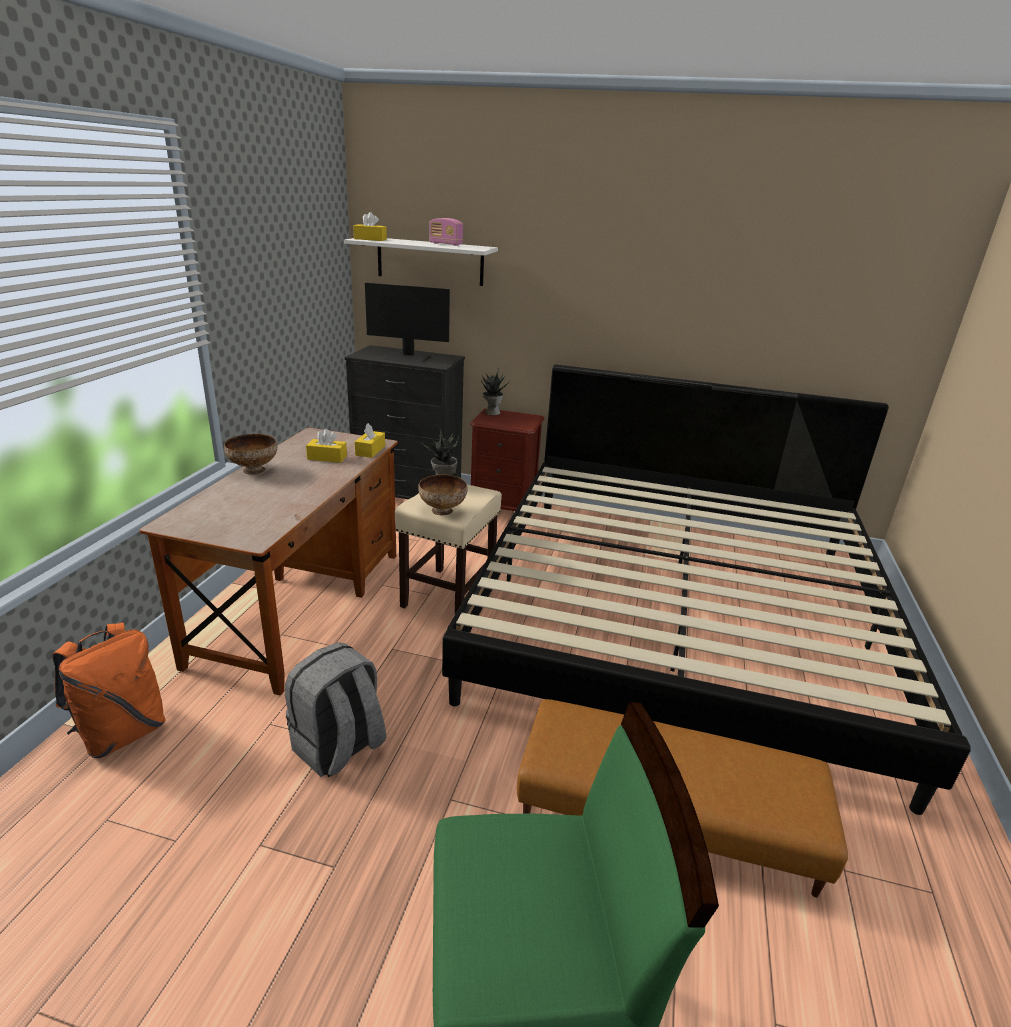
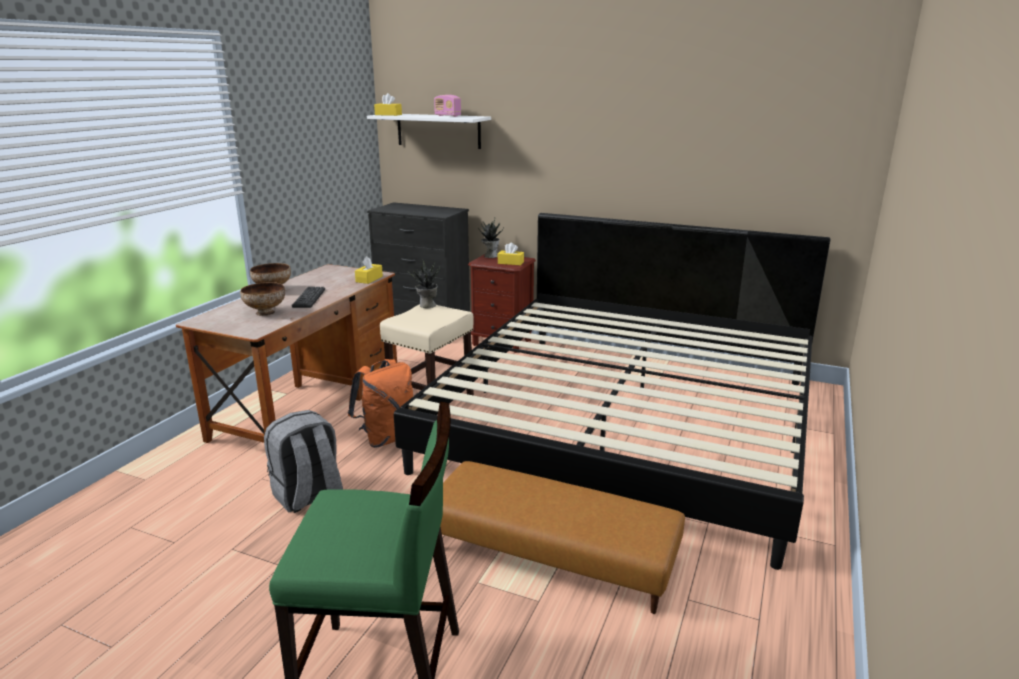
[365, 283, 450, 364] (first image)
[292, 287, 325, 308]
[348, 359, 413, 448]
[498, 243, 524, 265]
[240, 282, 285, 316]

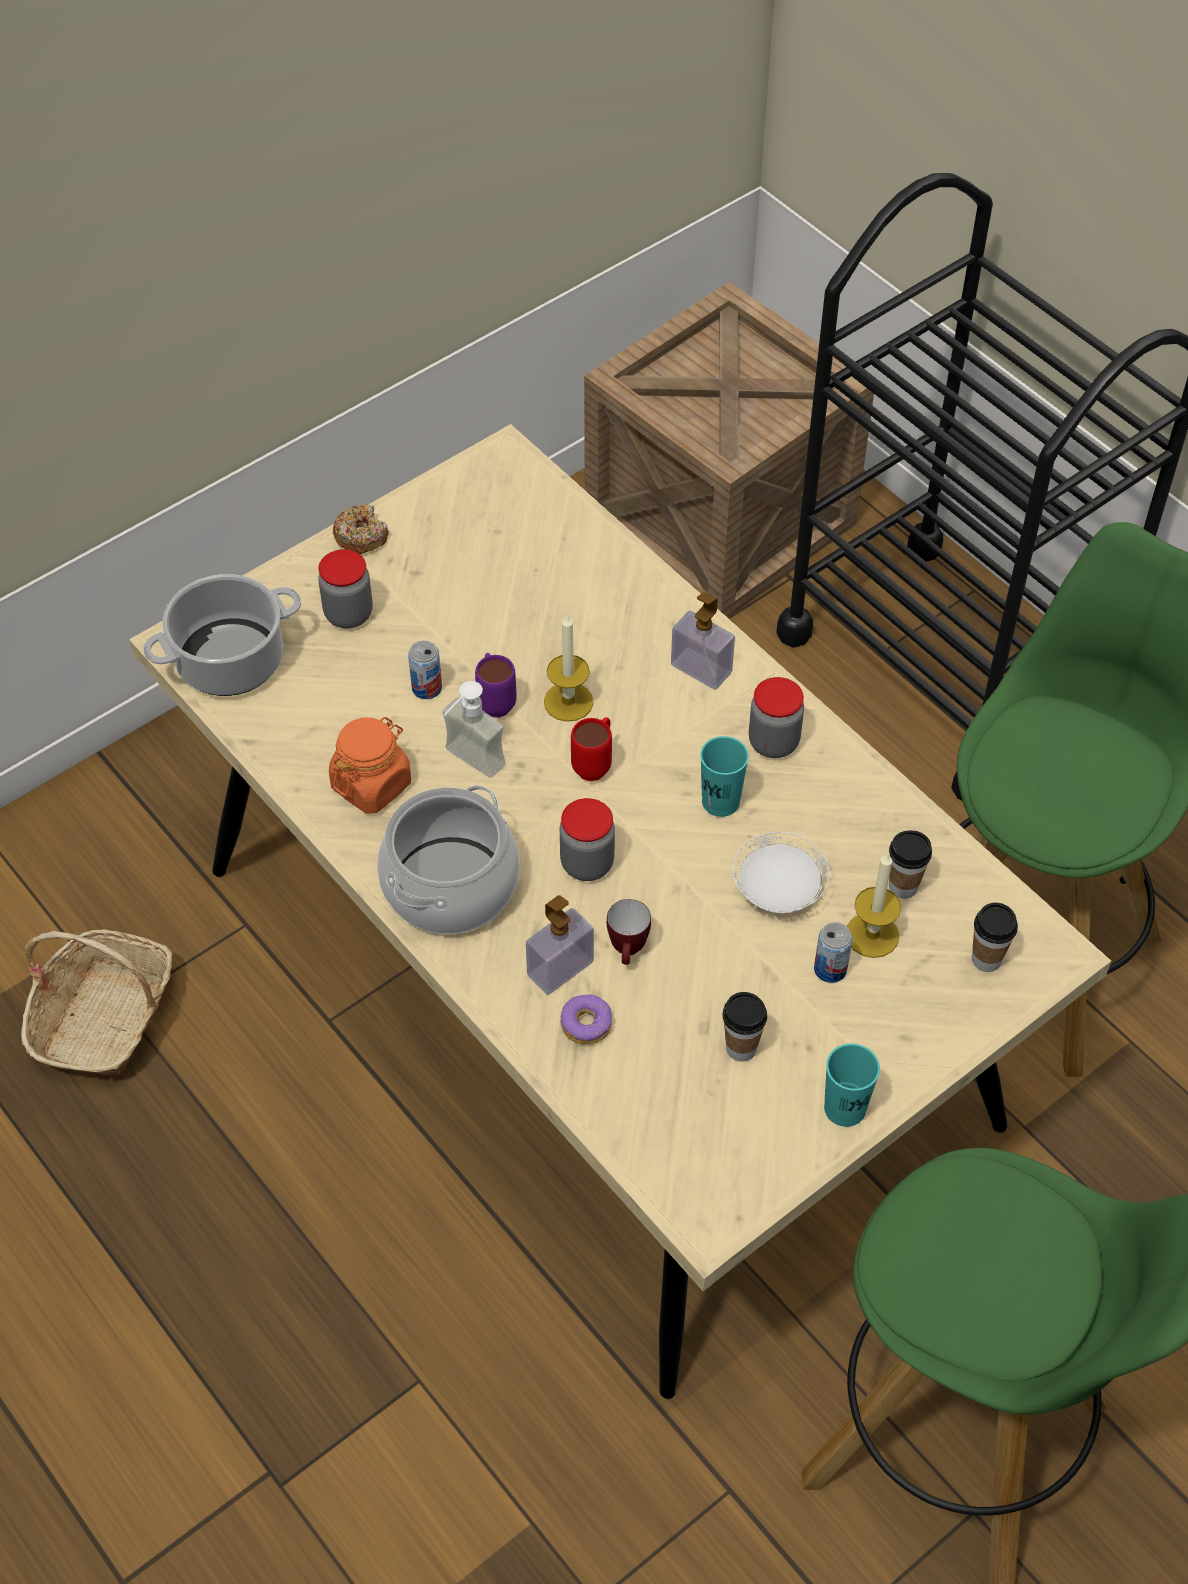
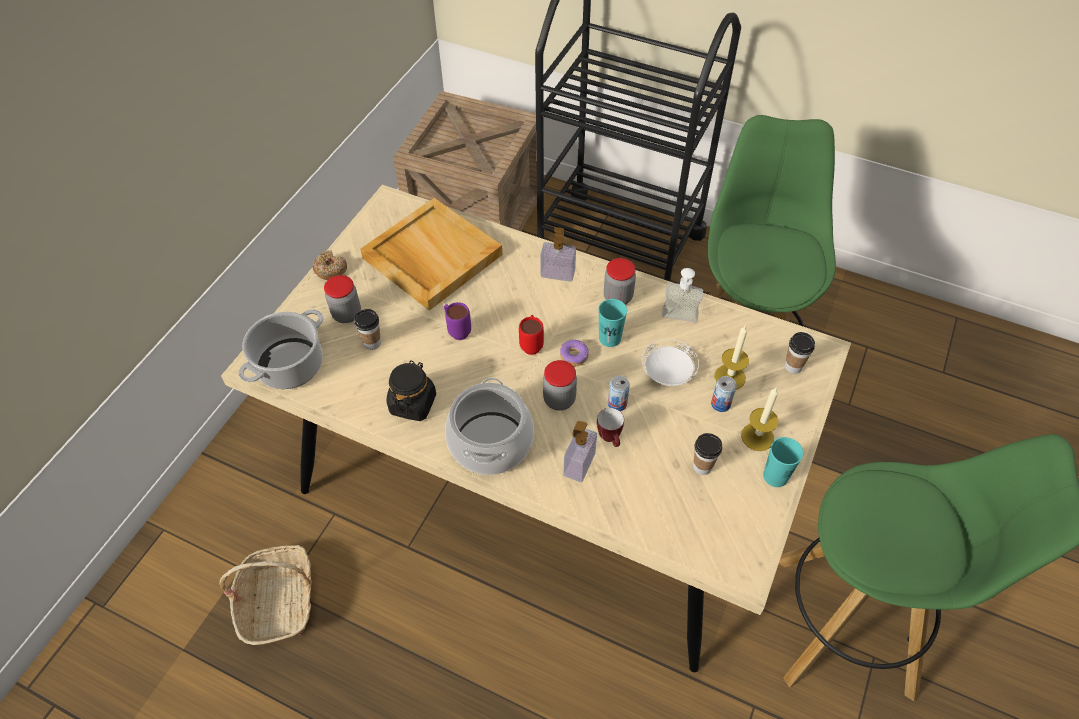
[360, 198, 502, 311]
[608, 375, 630, 411]
[662, 268, 703, 323]
[741, 388, 779, 451]
[560, 340, 589, 366]
[354, 309, 381, 350]
[386, 361, 436, 421]

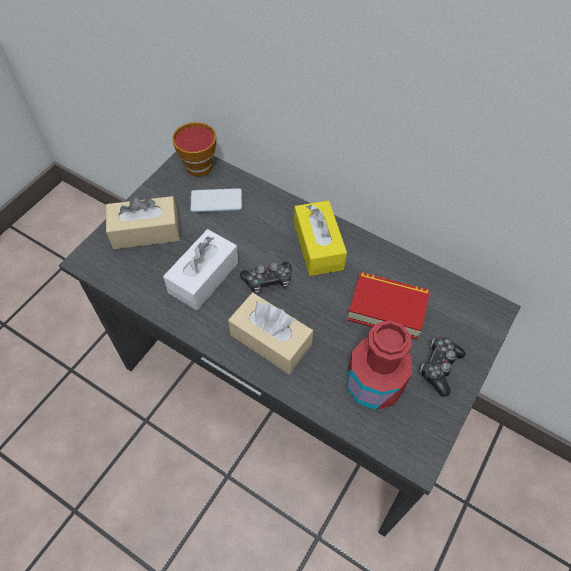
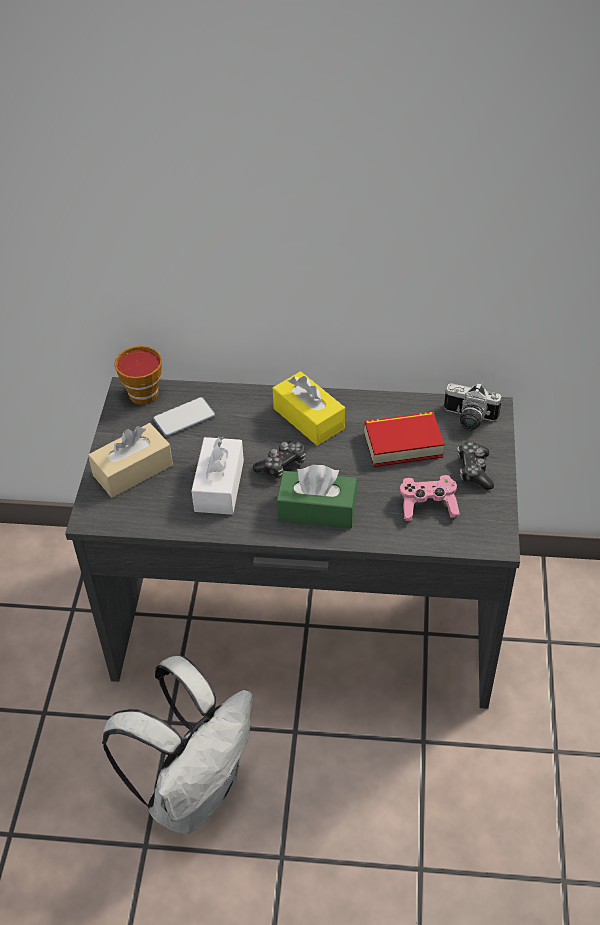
[102, 656, 253, 835]
[444, 382, 501, 431]
[400, 475, 460, 521]
[277, 465, 357, 528]

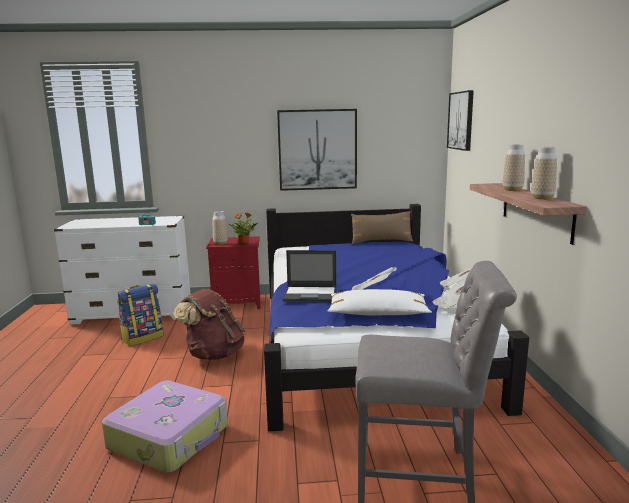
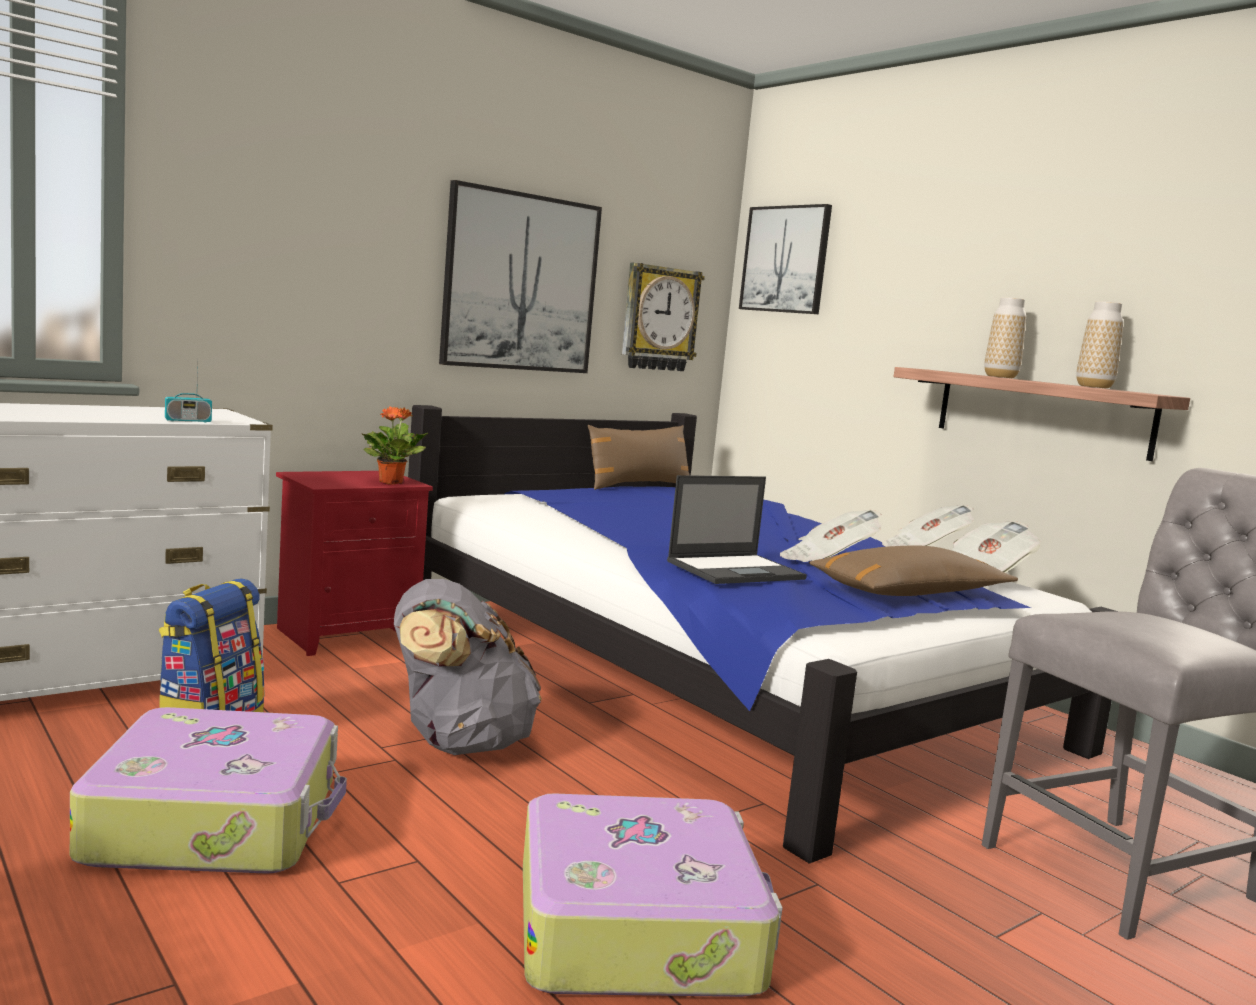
[213, 211, 228, 245] (first image)
[70, 707, 347, 874]
[622, 262, 705, 371]
[394, 579, 542, 755]
[809, 546, 1018, 596]

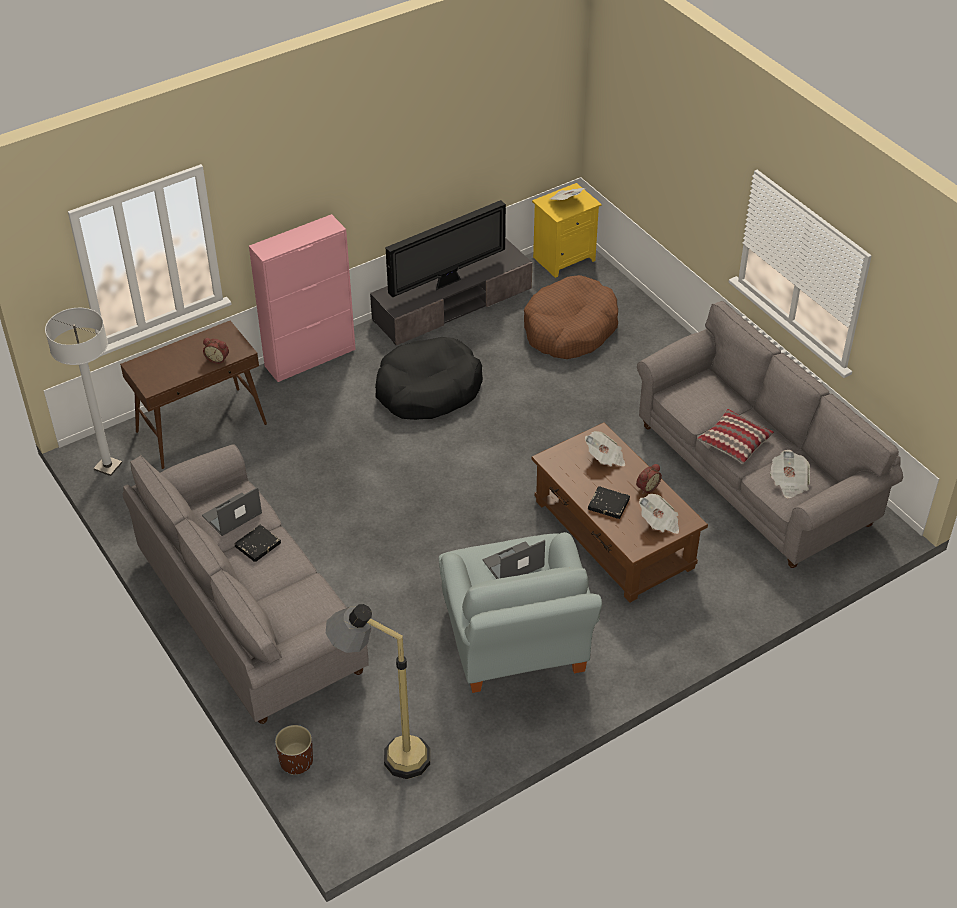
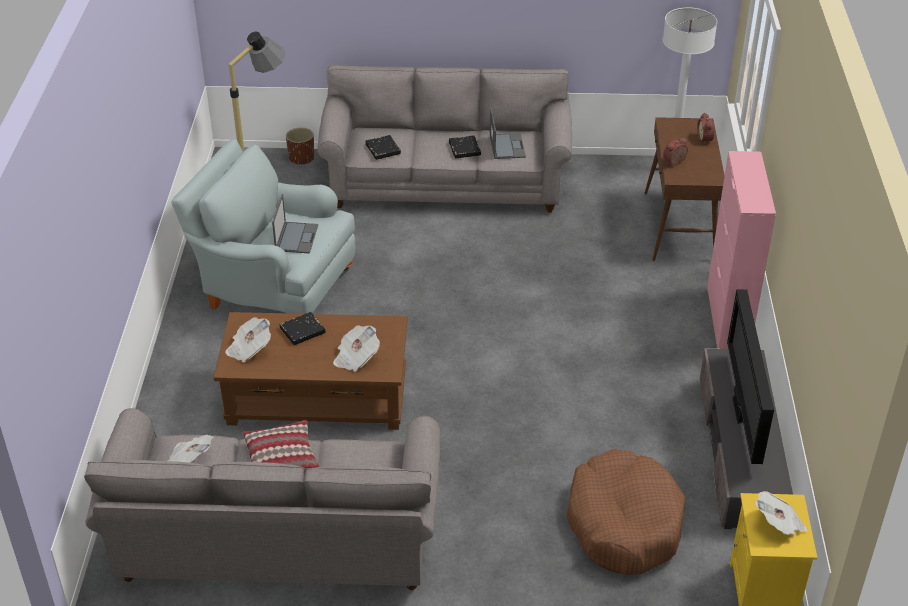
[375, 337, 483, 420] (first image)
[365, 135, 401, 160]
[697, 112, 714, 145]

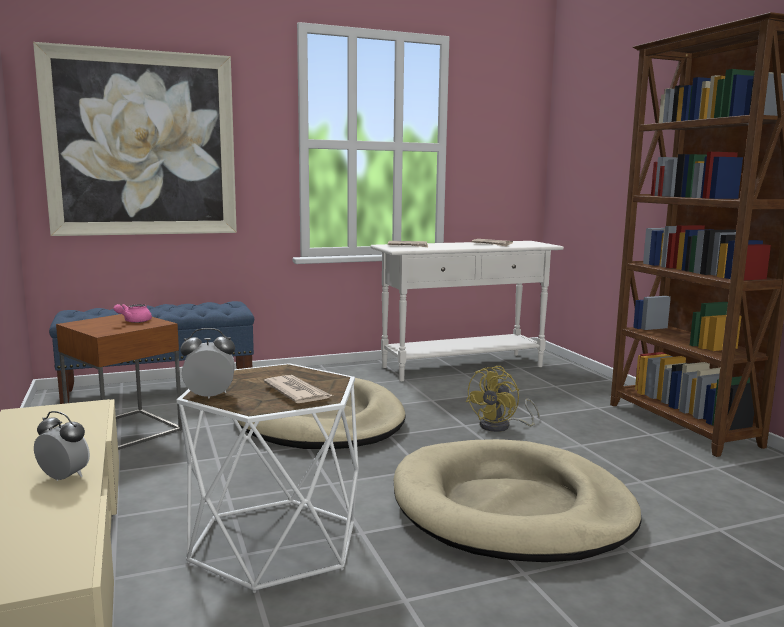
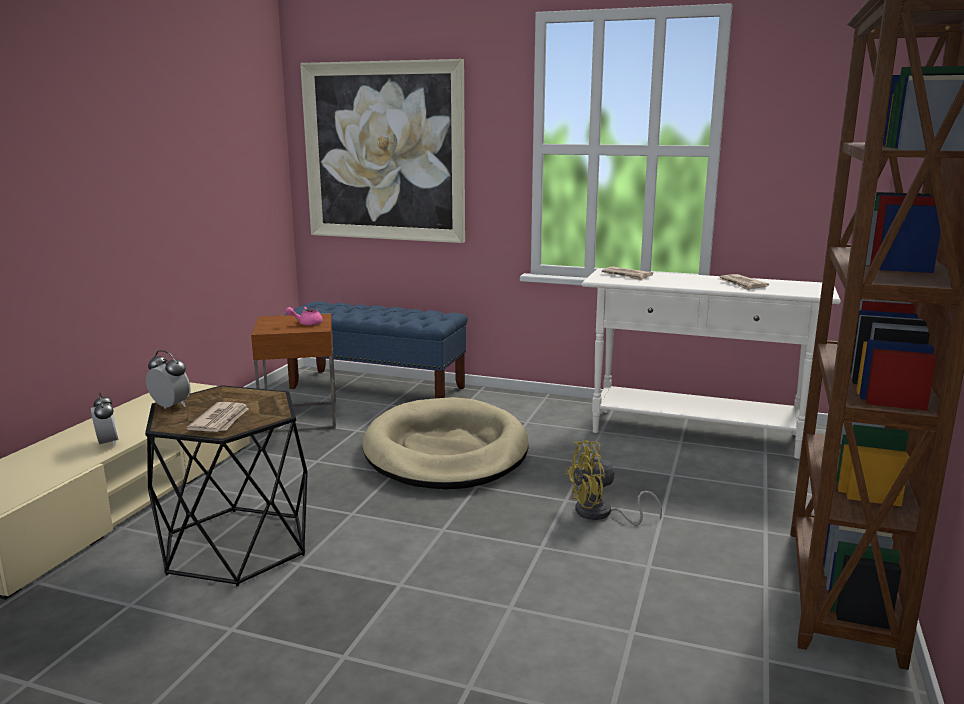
[394, 439, 642, 562] (first image)
[145, 385, 308, 586]

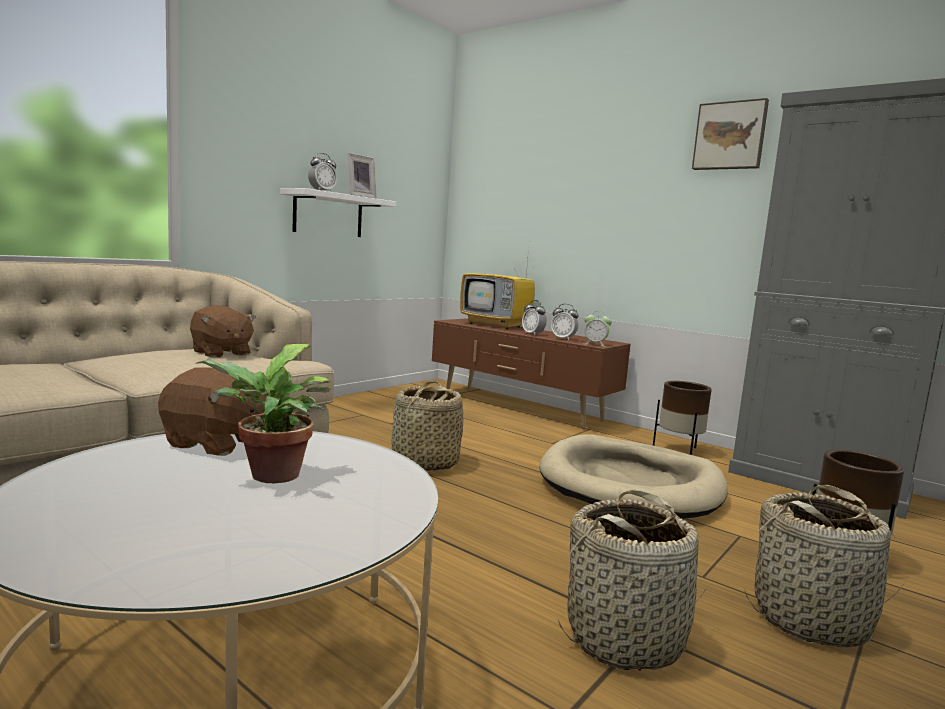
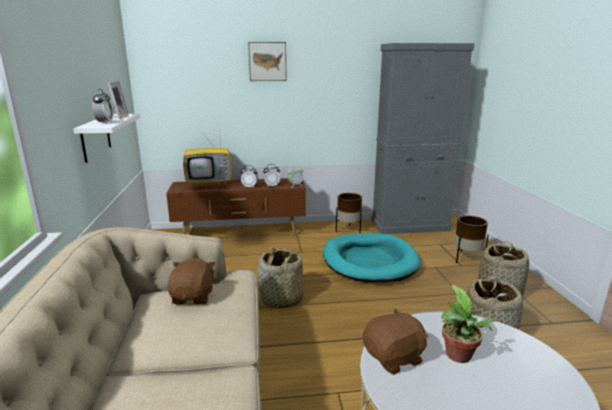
[248, 42, 287, 81]
[323, 233, 421, 282]
[168, 258, 216, 304]

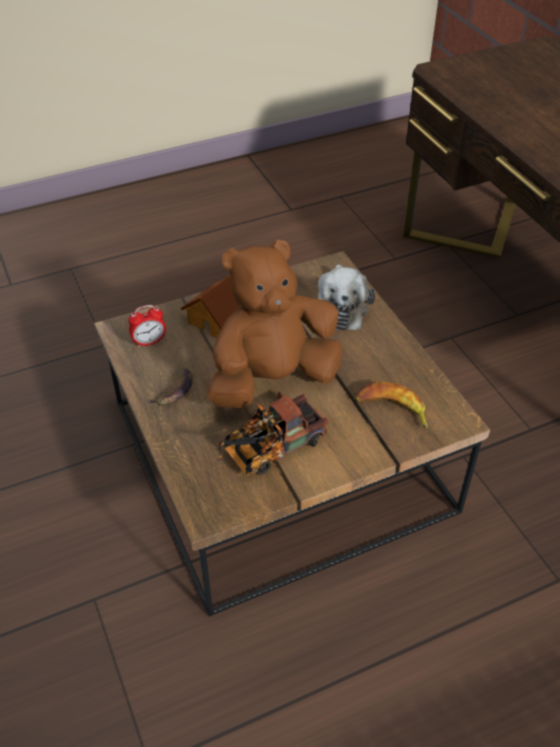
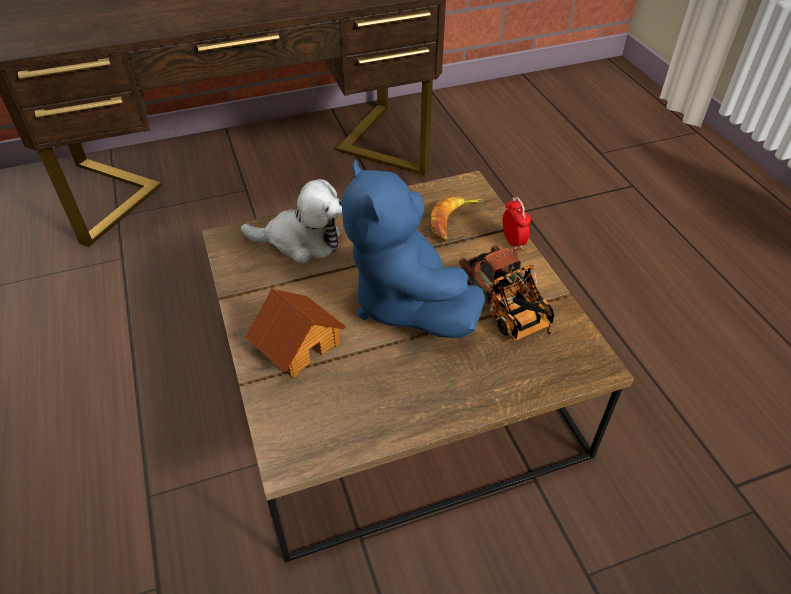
[147, 368, 193, 405] (first image)
[503, 197, 531, 249]
[341, 159, 485, 338]

